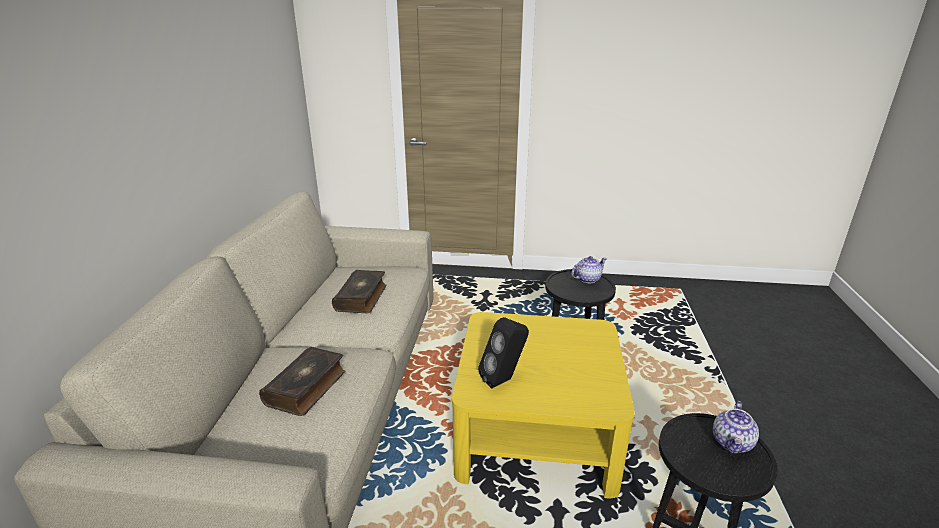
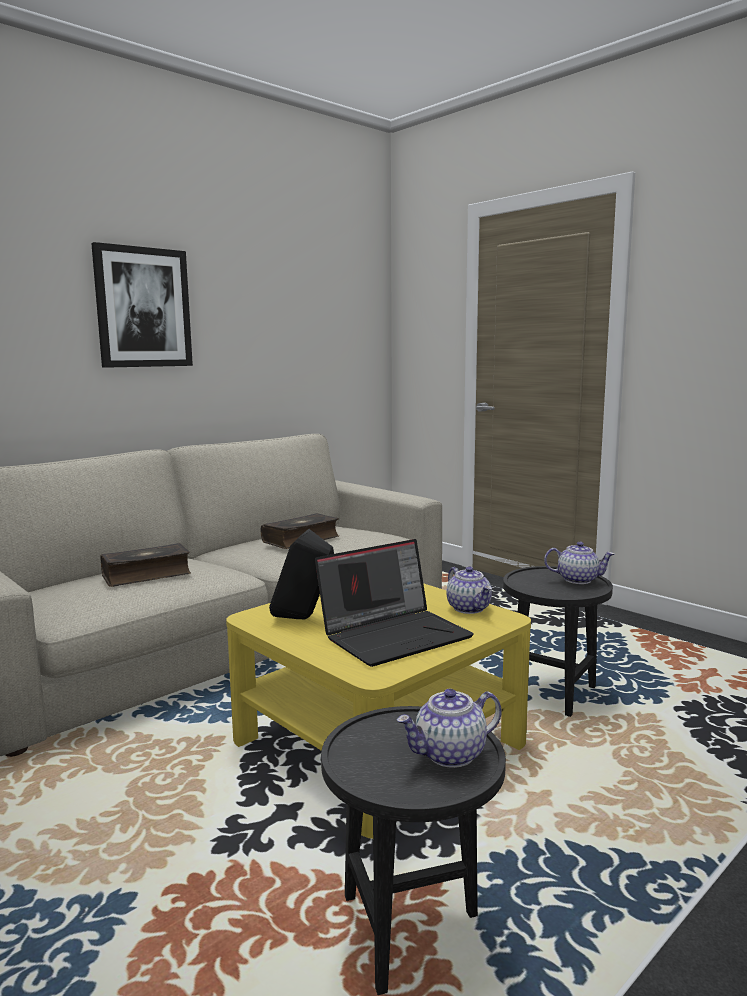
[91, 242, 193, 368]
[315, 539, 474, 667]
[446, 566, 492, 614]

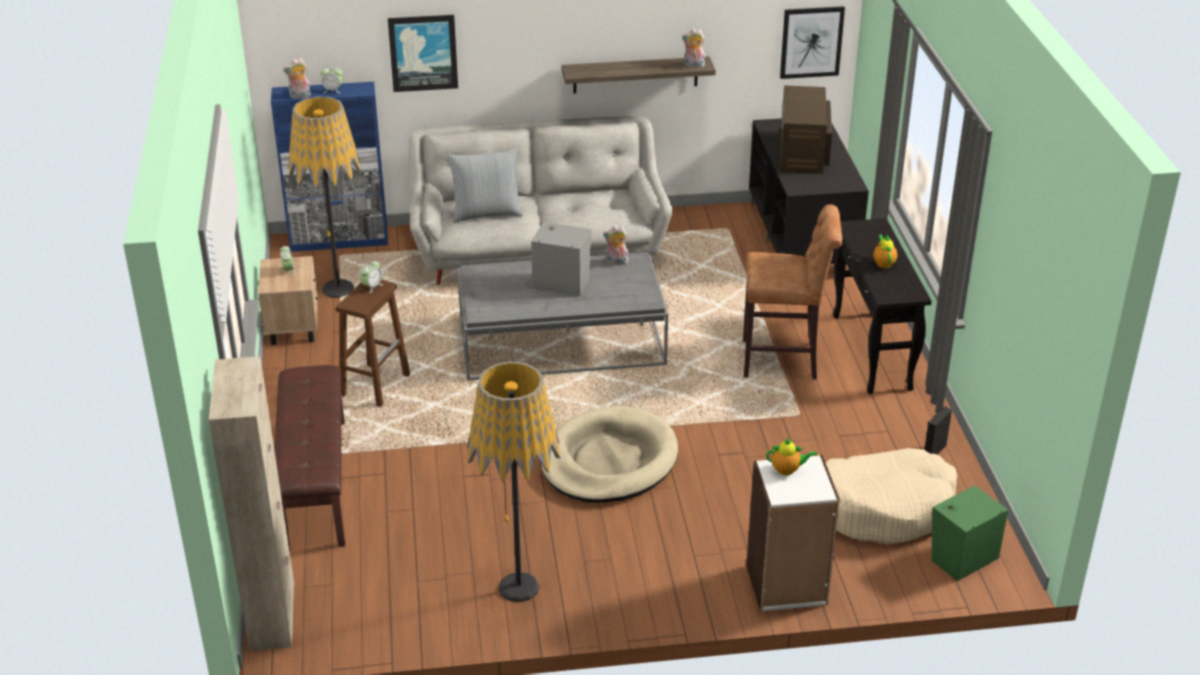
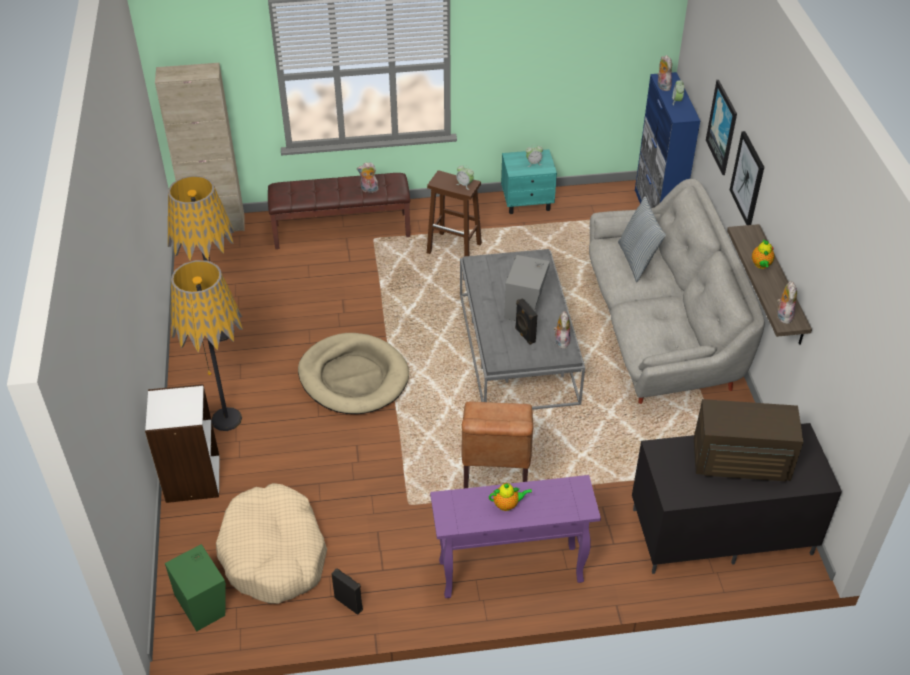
[357, 162, 379, 193]
[515, 298, 537, 345]
[171, 260, 243, 431]
[752, 240, 775, 269]
[730, 131, 764, 225]
[501, 149, 557, 214]
[430, 475, 601, 598]

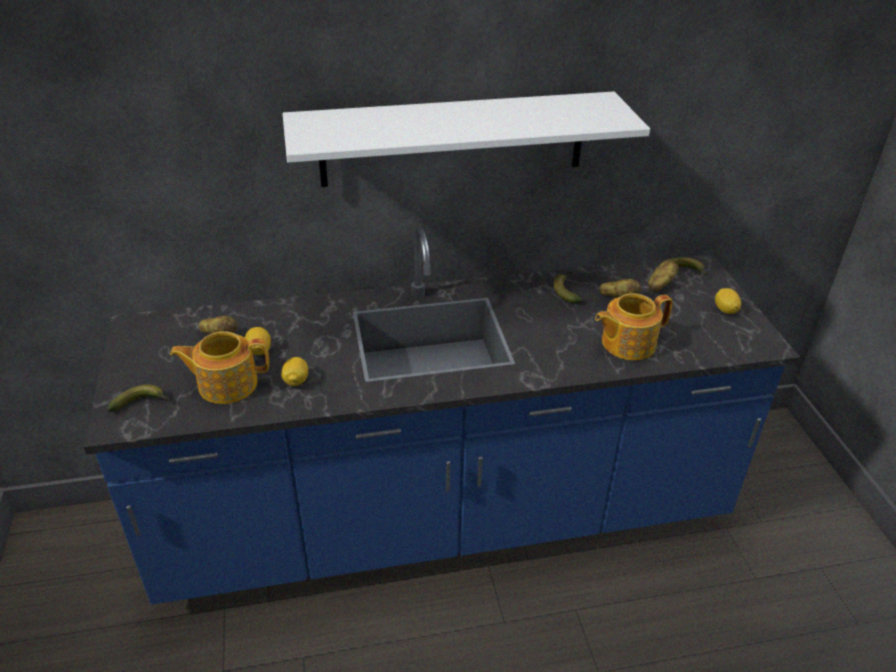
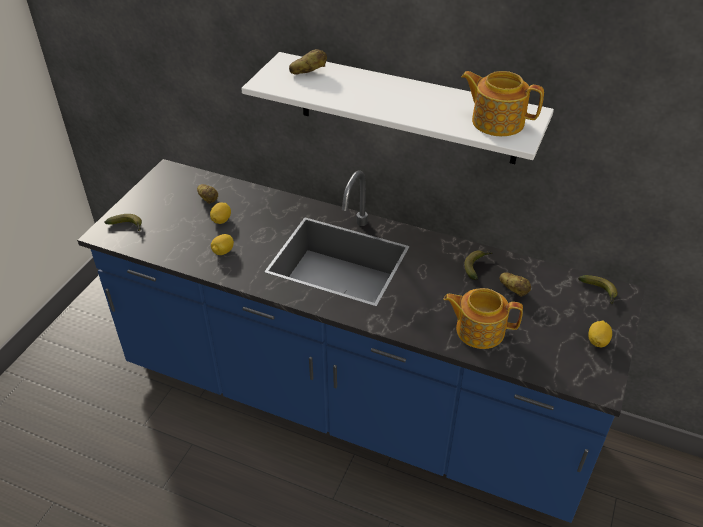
[461, 71, 544, 136]
[289, 49, 327, 75]

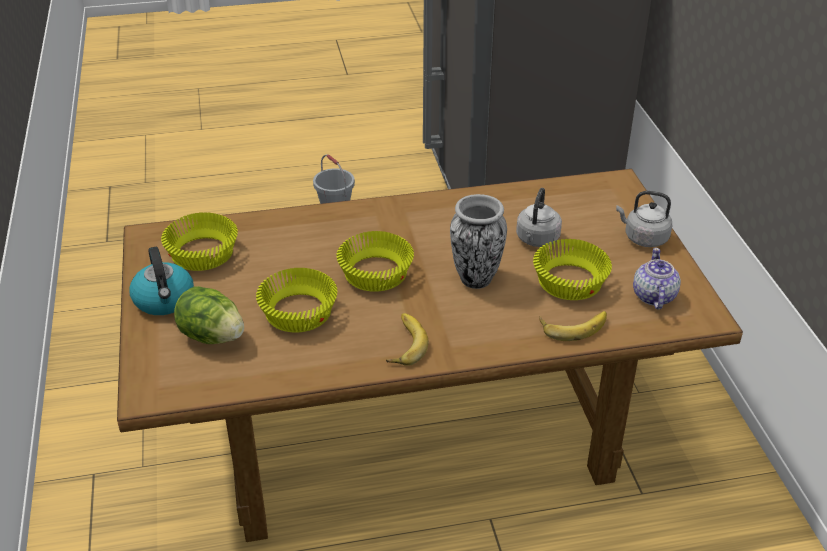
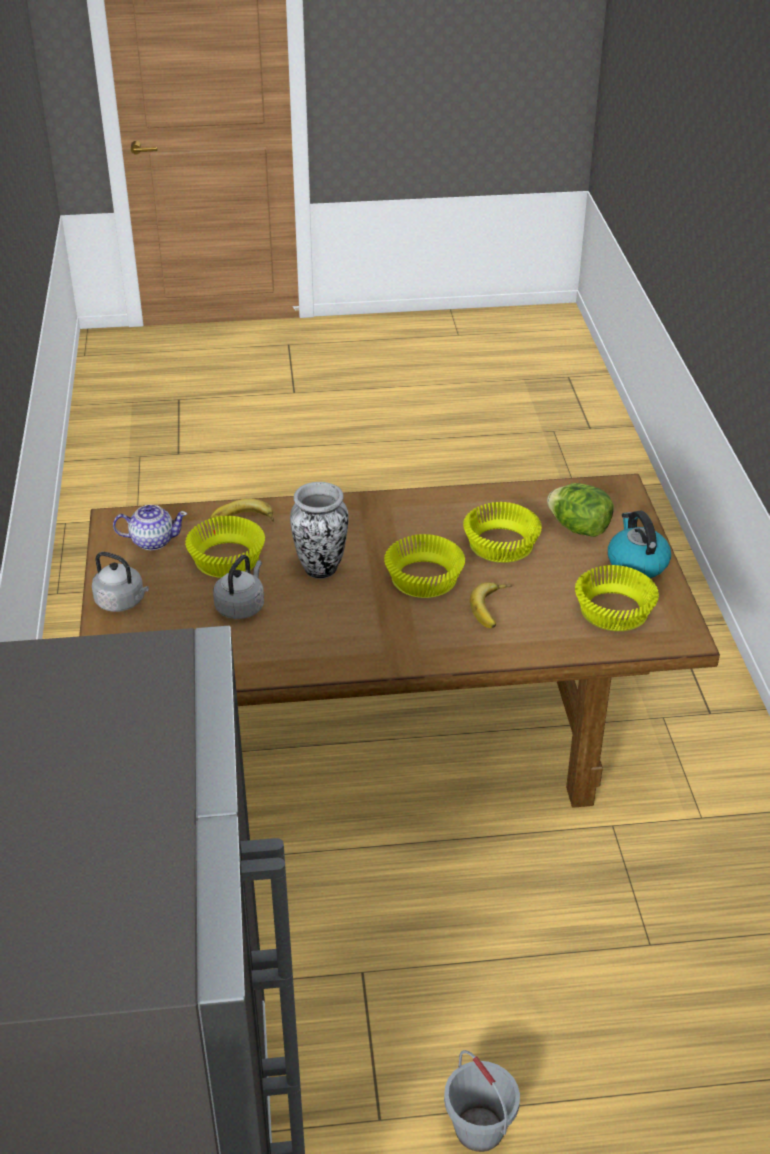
[470, 582, 512, 628]
[113, 505, 187, 550]

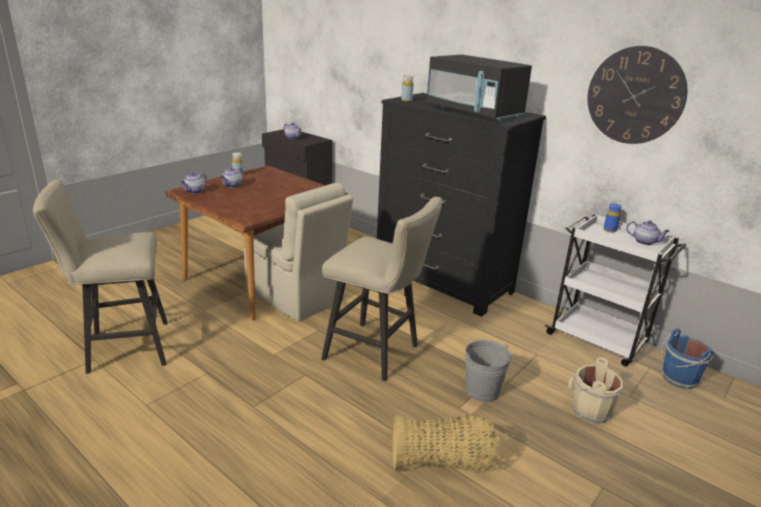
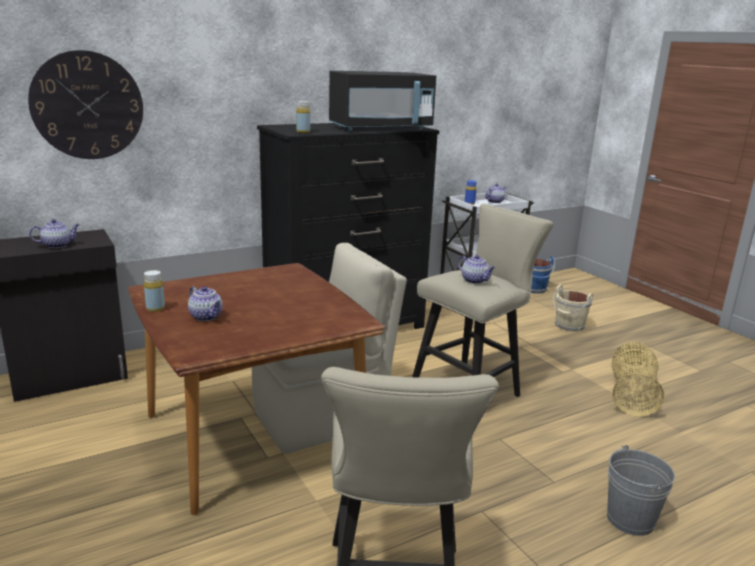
[457, 255, 495, 284]
[607, 445, 675, 536]
[28, 50, 143, 159]

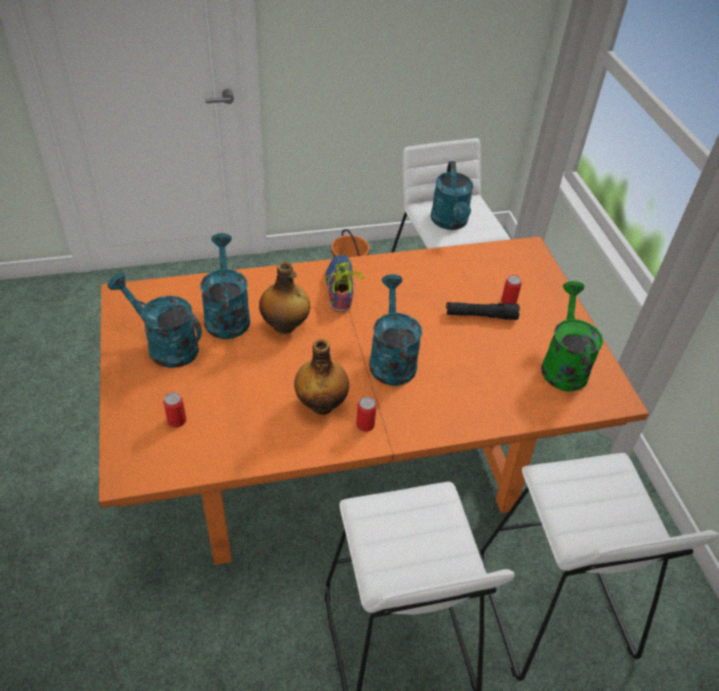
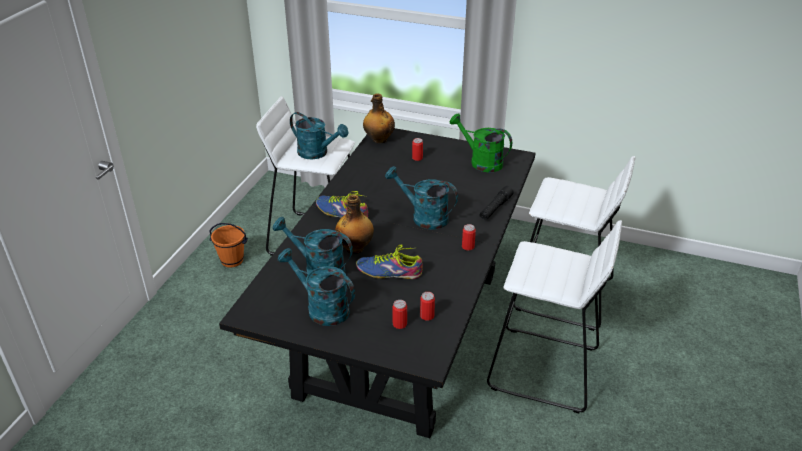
[356, 244, 423, 279]
[420, 292, 435, 321]
[363, 93, 395, 144]
[479, 186, 514, 220]
[219, 128, 535, 438]
[278, 248, 355, 326]

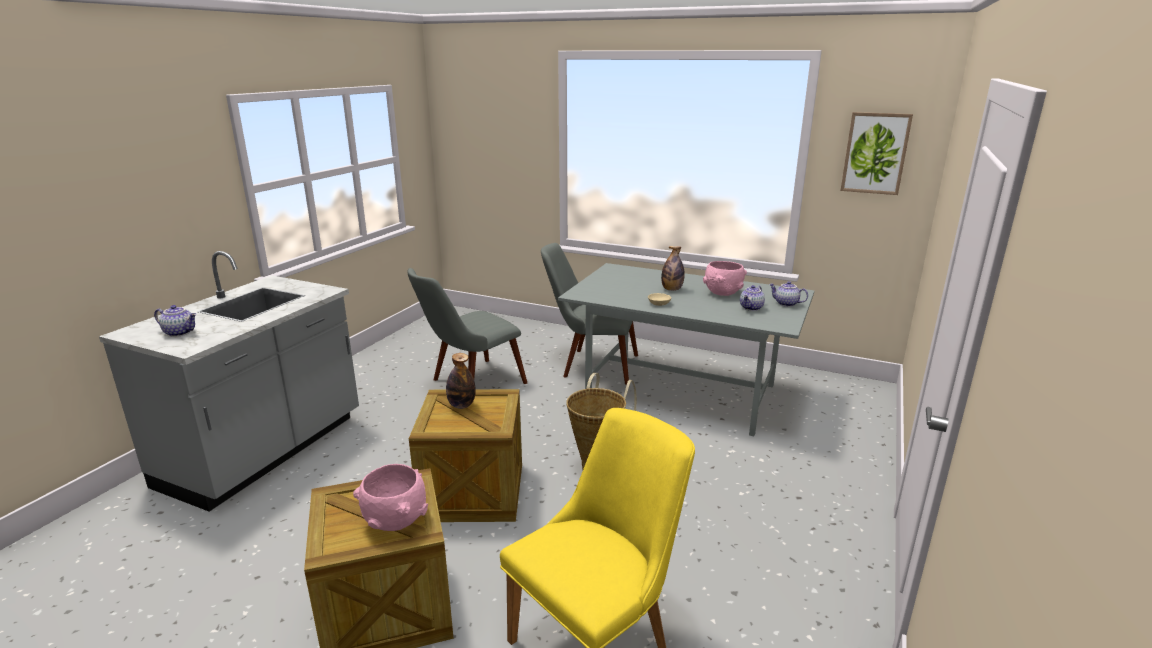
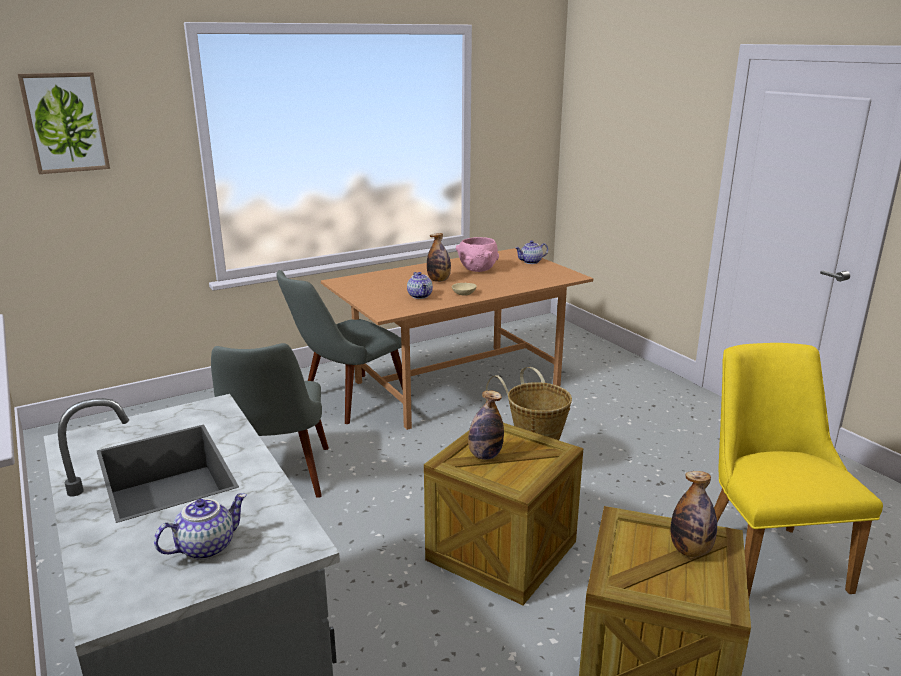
[407, 272, 433, 299]
[17, 72, 110, 174]
[671, 471, 717, 557]
[321, 248, 593, 430]

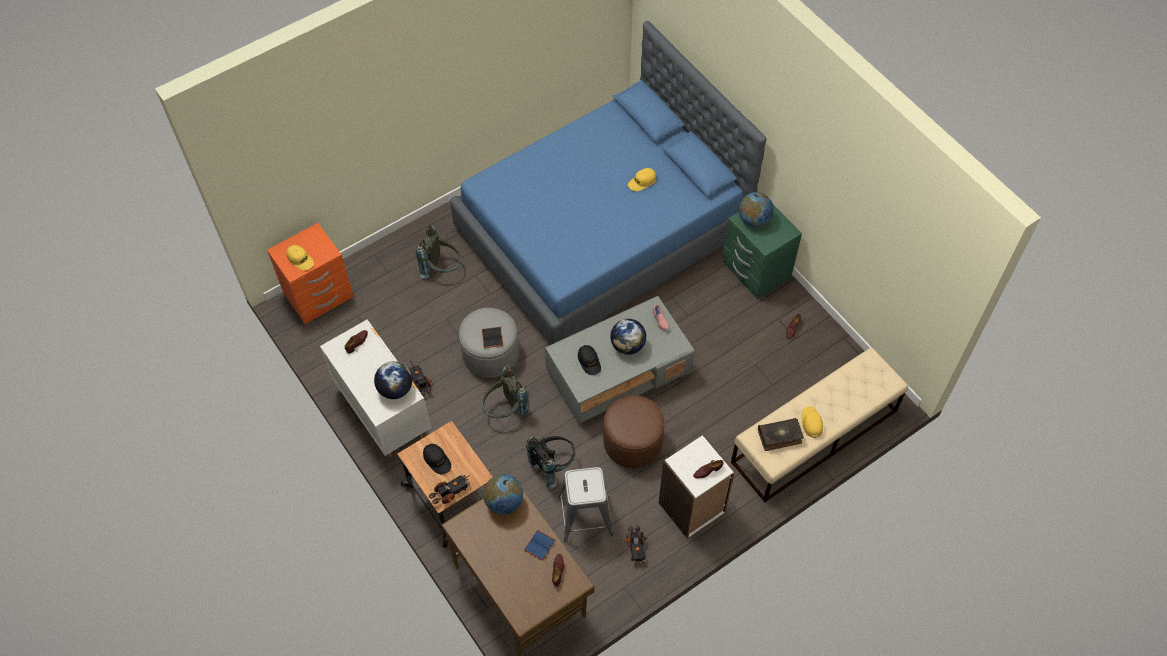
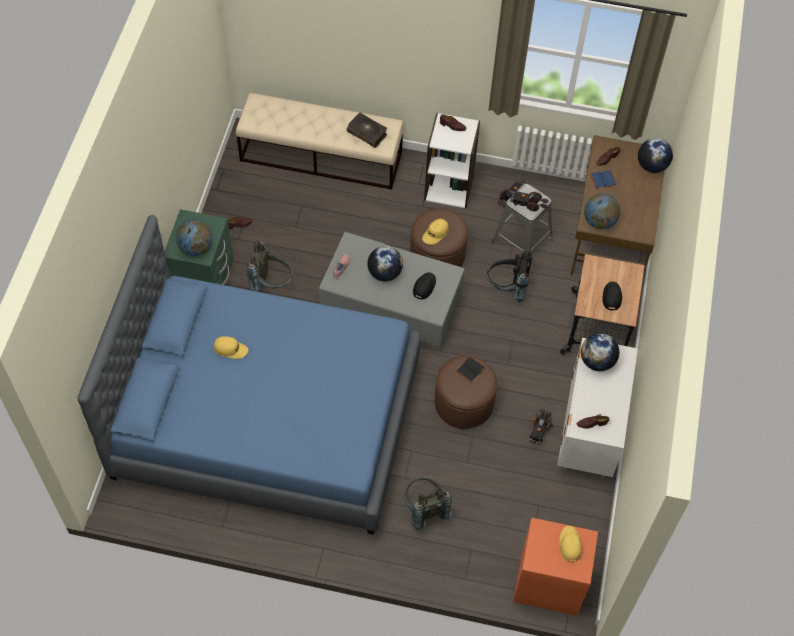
[638, 138, 673, 173]
[508, 191, 548, 211]
[246, 241, 293, 292]
[422, 219, 449, 245]
[435, 355, 497, 429]

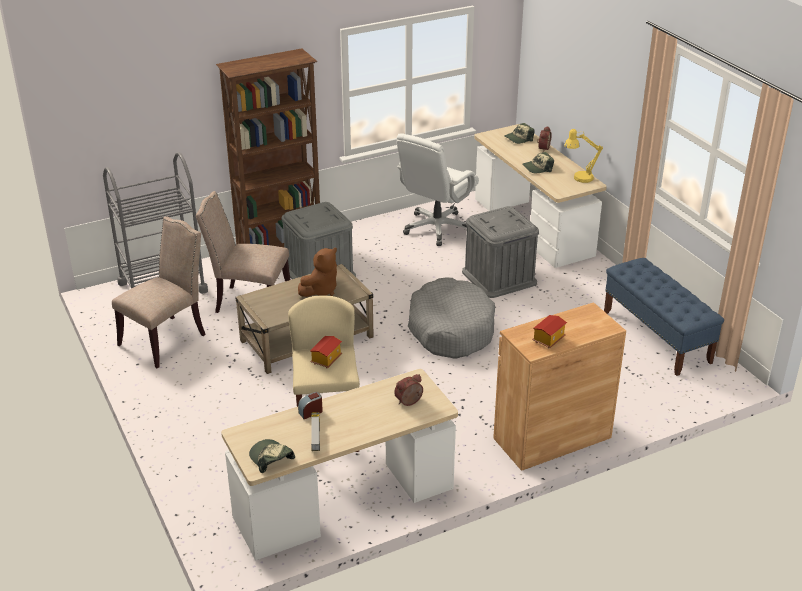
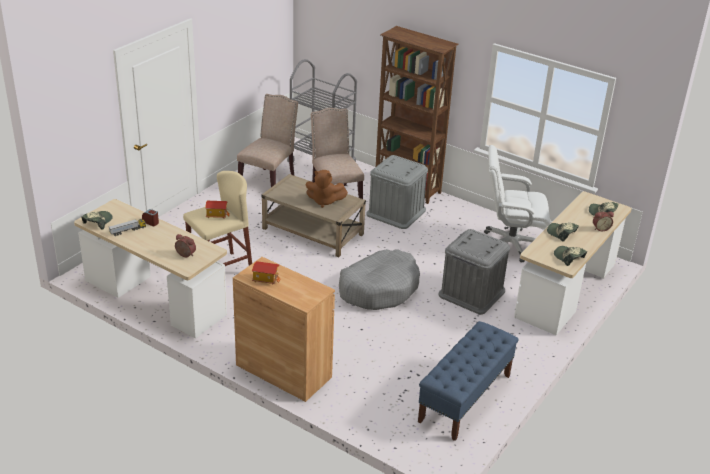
[554, 246, 587, 266]
[237, 94, 298, 187]

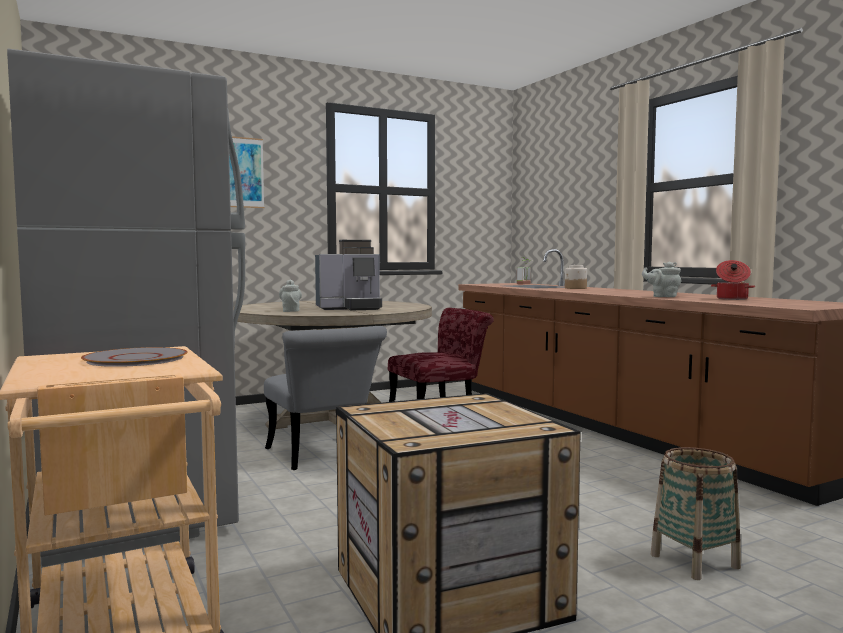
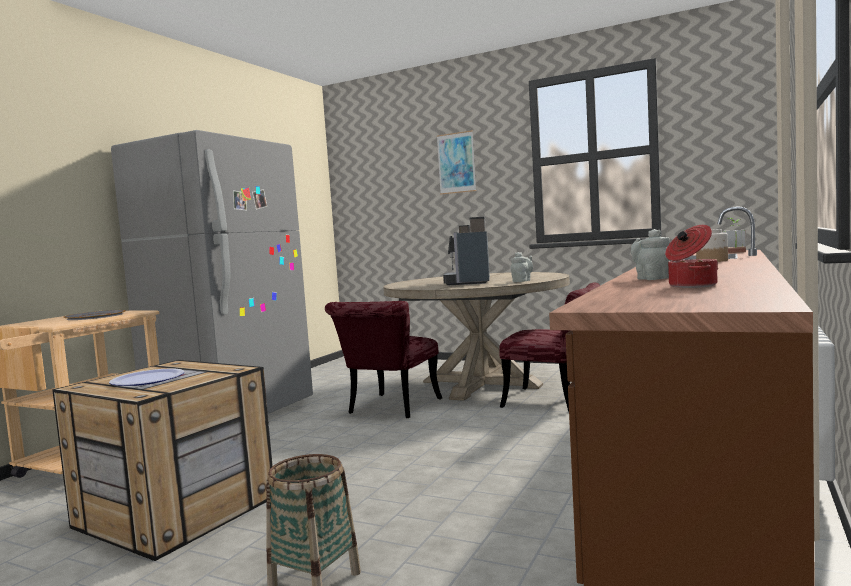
[109, 368, 184, 386]
[511, 252, 533, 282]
[325, 301, 442, 418]
[443, 217, 490, 285]

